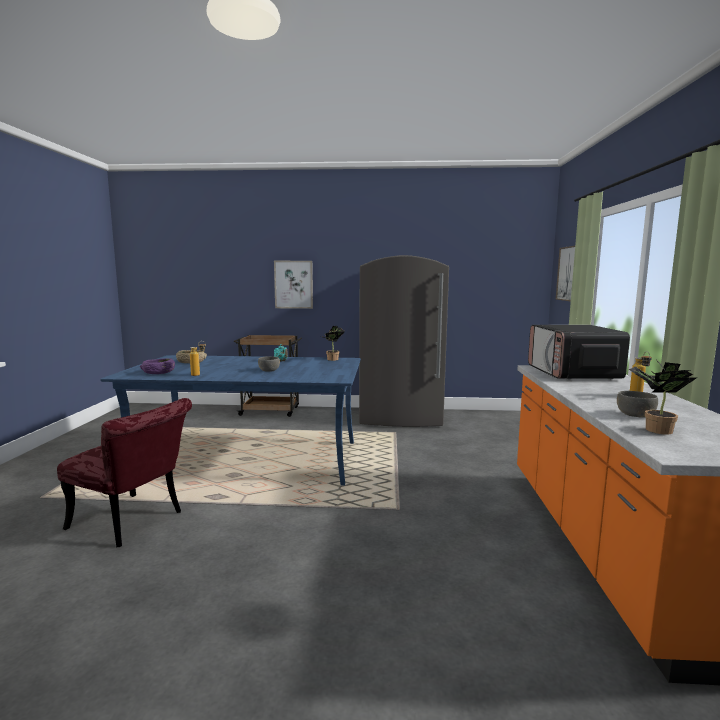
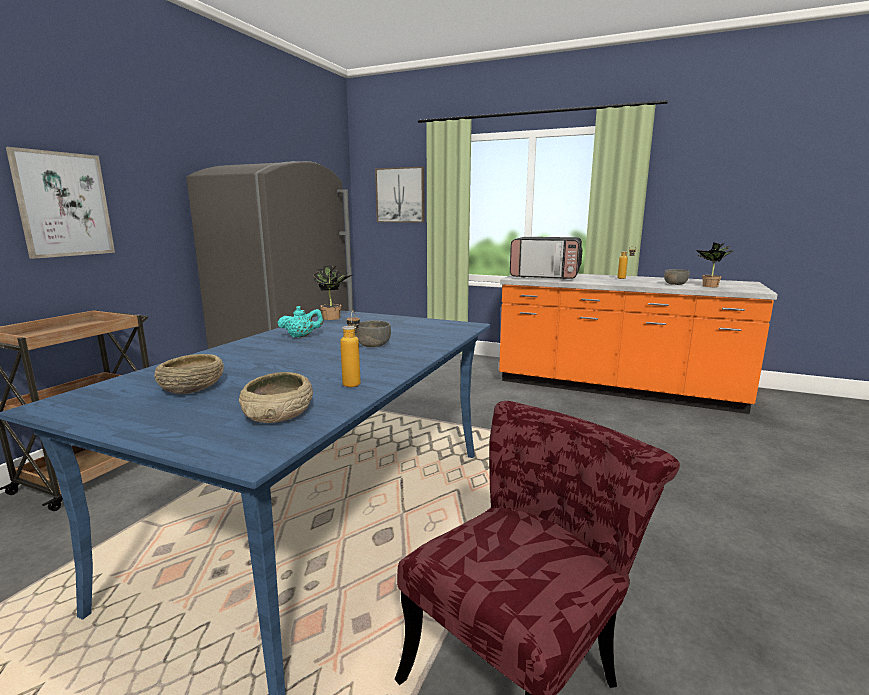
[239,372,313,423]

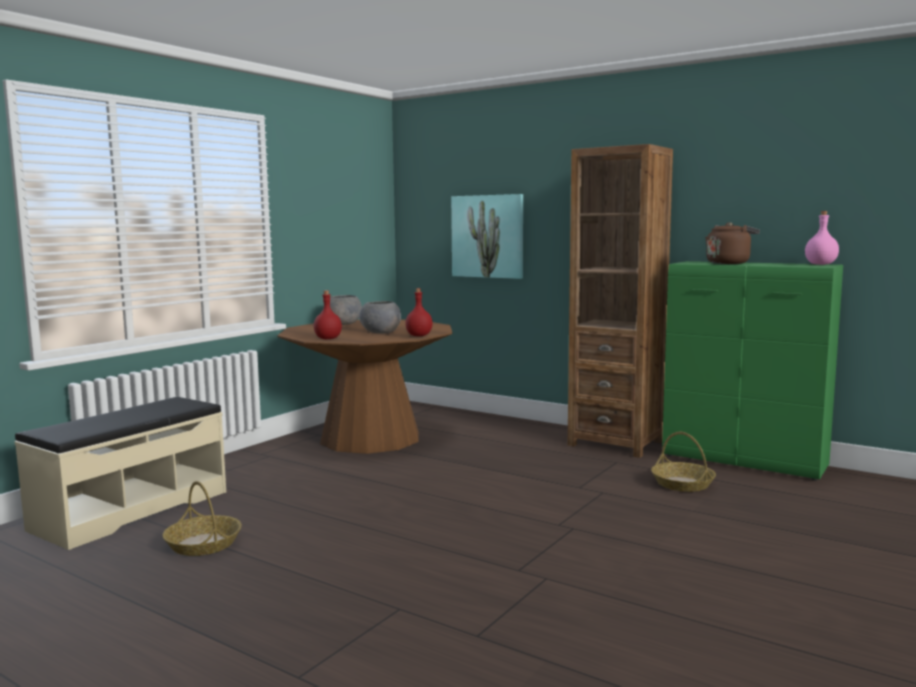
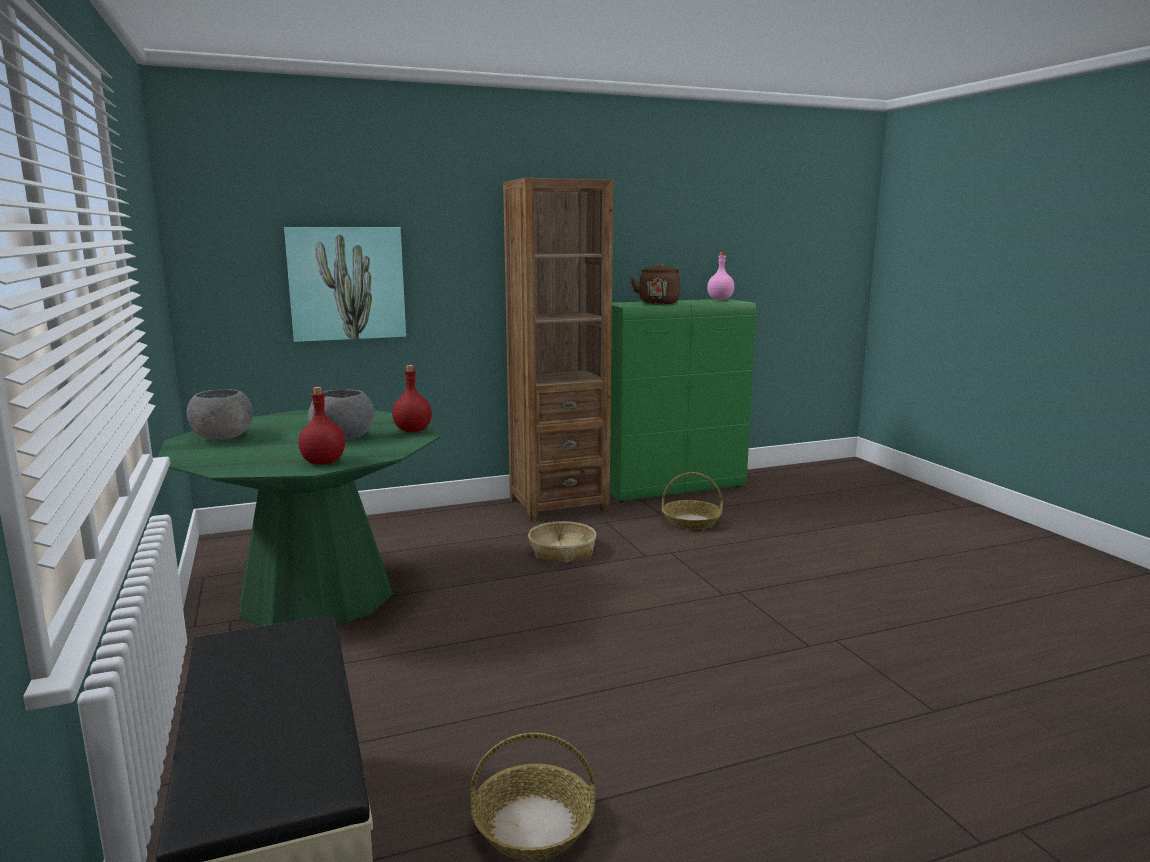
[158,410,440,627]
[528,521,597,563]

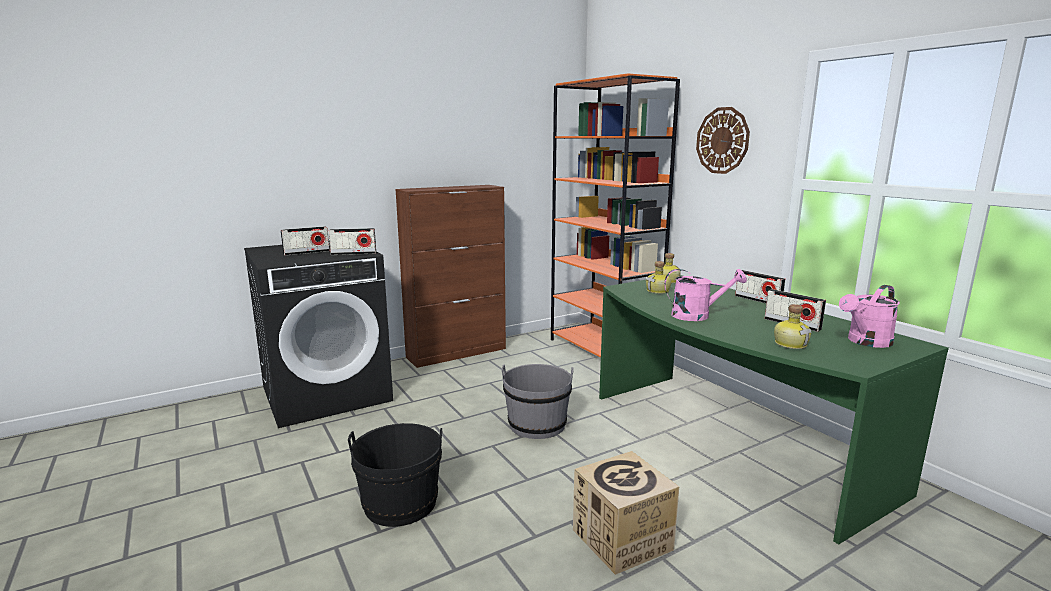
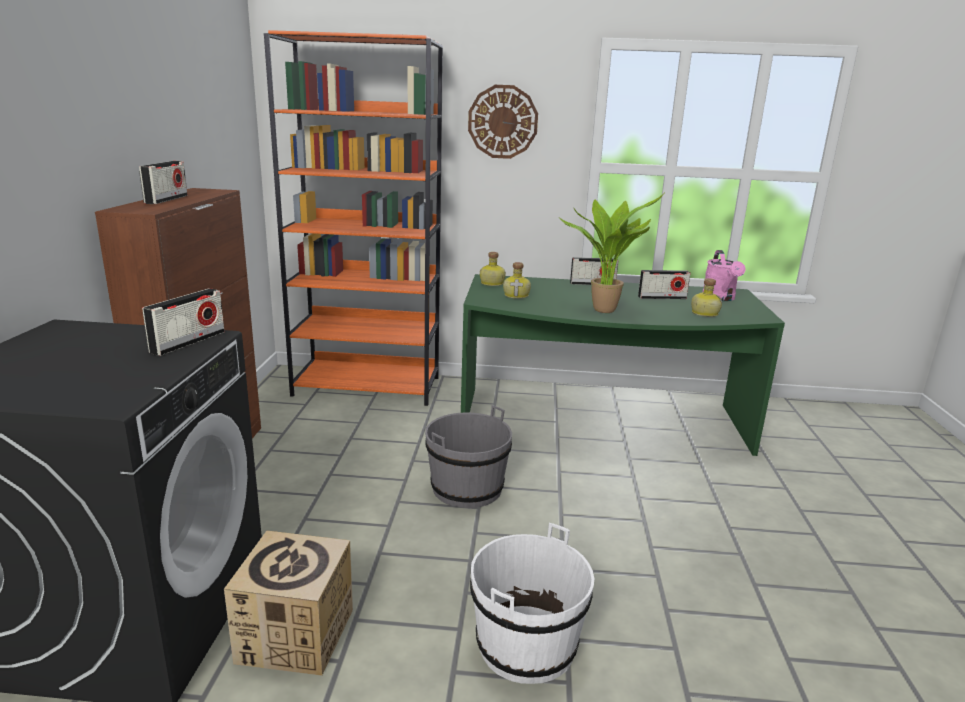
[139,161,187,204]
[470,523,595,684]
[224,531,353,676]
[559,192,665,313]

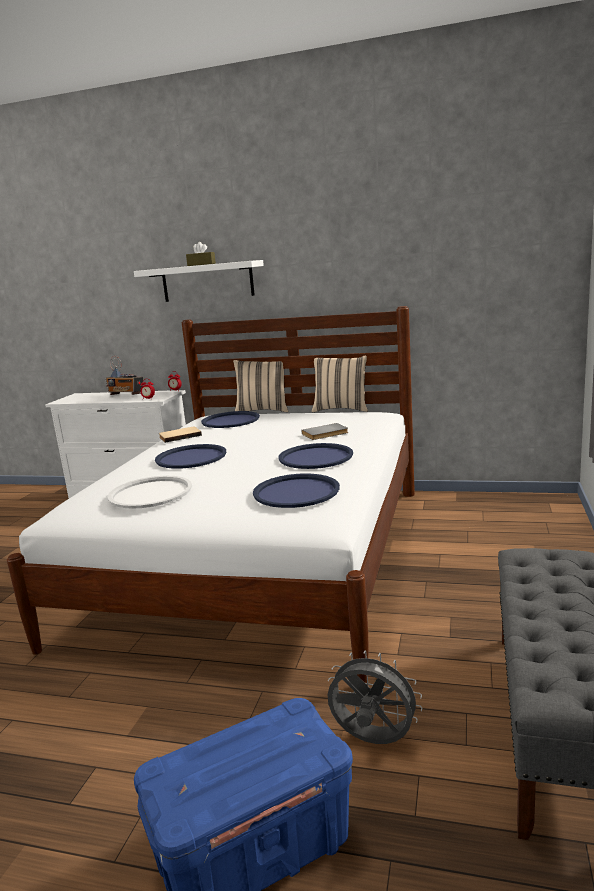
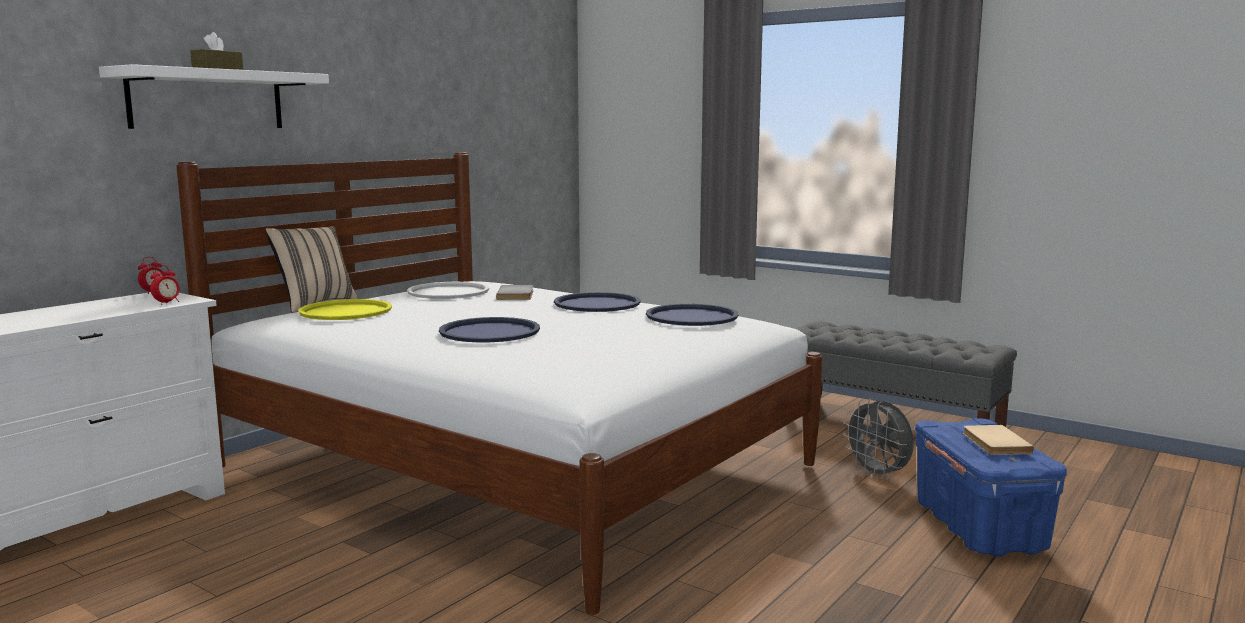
[105,356,143,395] (first image)
[407,282,489,299]
[963,425,1034,455]
[298,299,392,320]
[312,355,368,412] (first image)
[843,398,914,479]

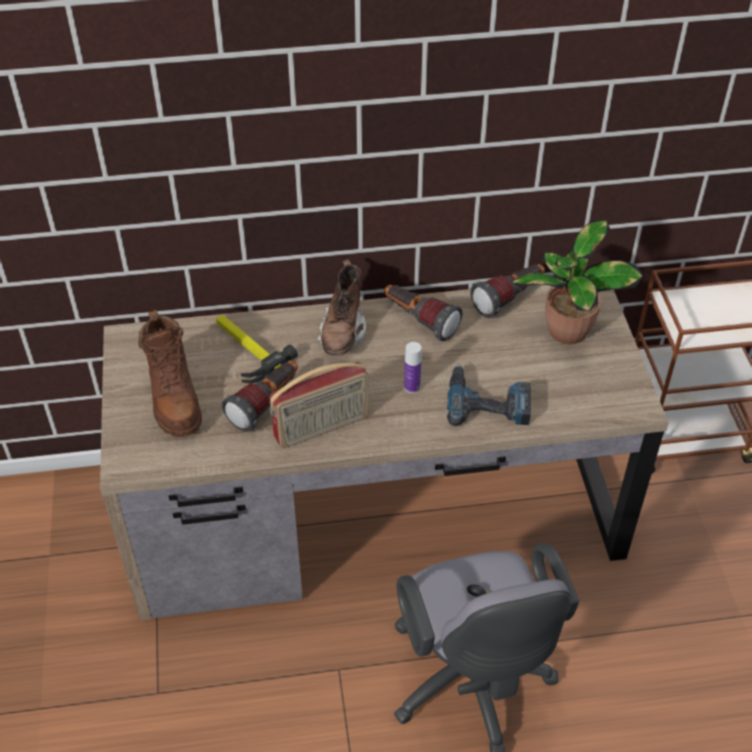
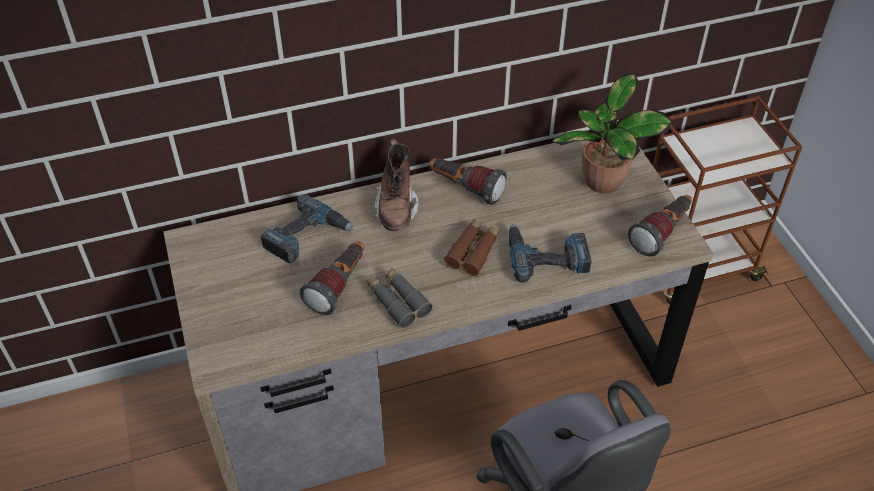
[138,310,202,437] (first image)
[261,194,354,264]
[367,267,432,328]
[444,219,500,276]
[628,195,692,257]

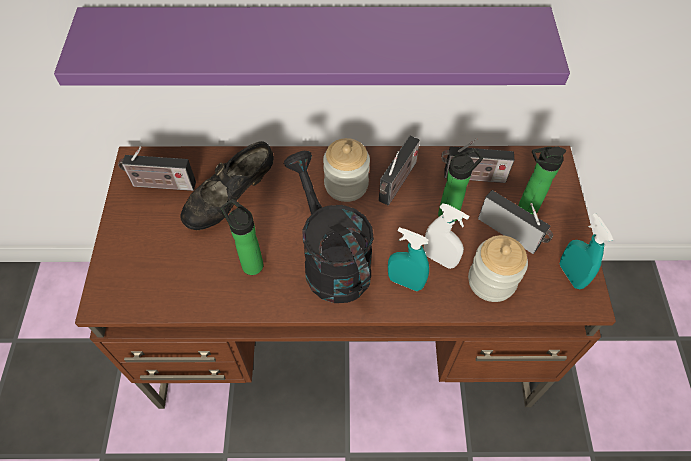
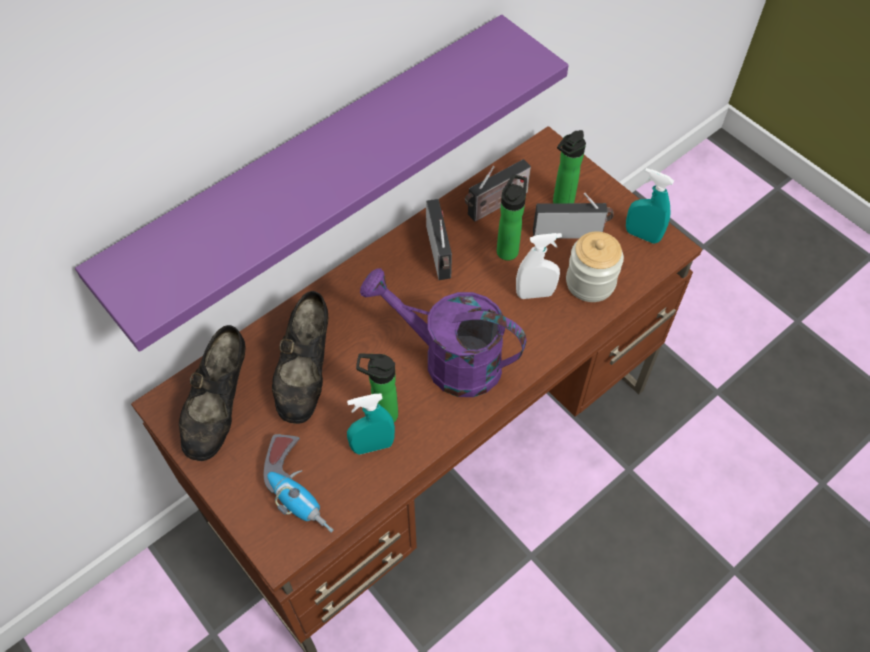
[179,325,246,461]
[360,268,526,397]
[323,138,370,202] (first image)
[347,394,395,454]
[264,434,334,532]

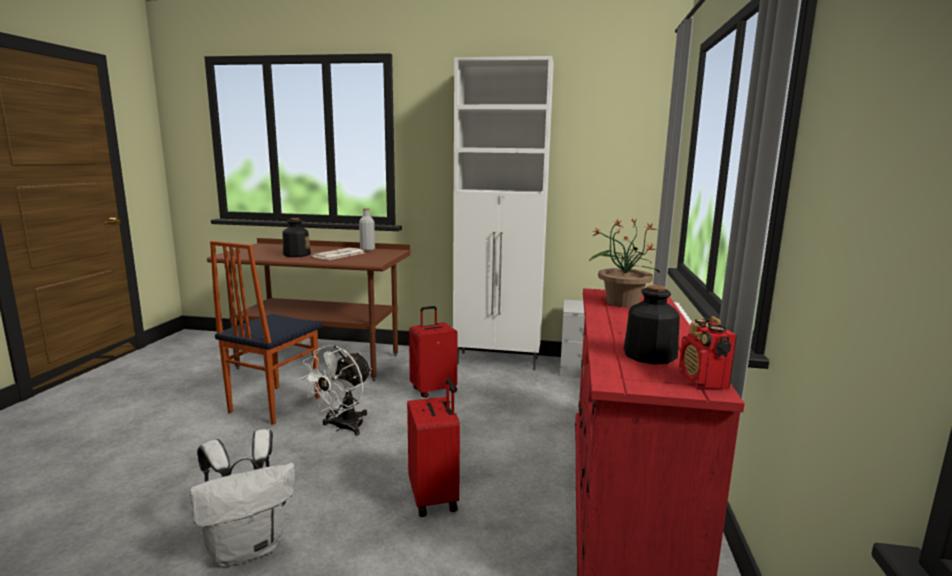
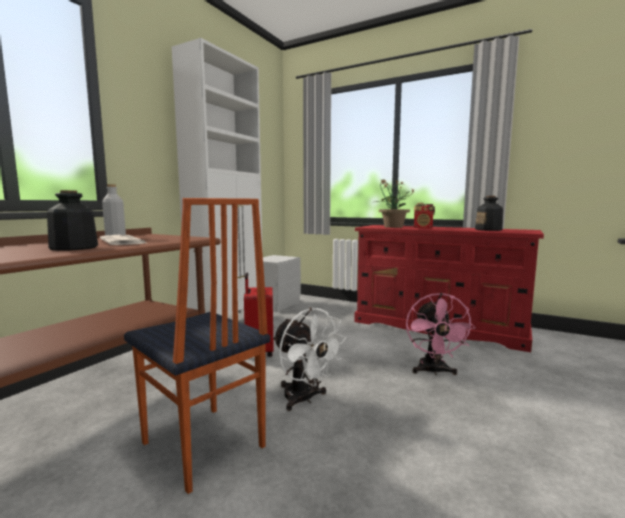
[190,429,295,567] (first image)
[406,293,476,375]
[414,203,435,229]

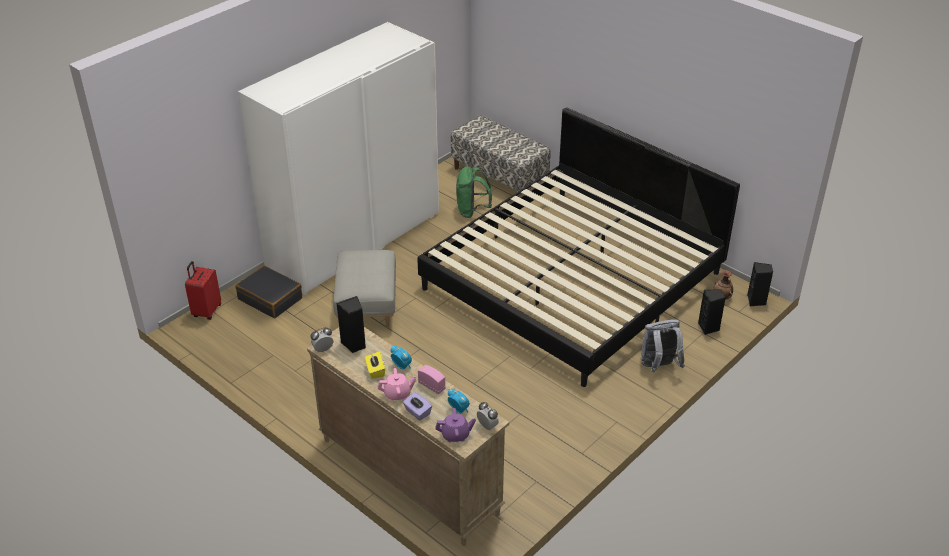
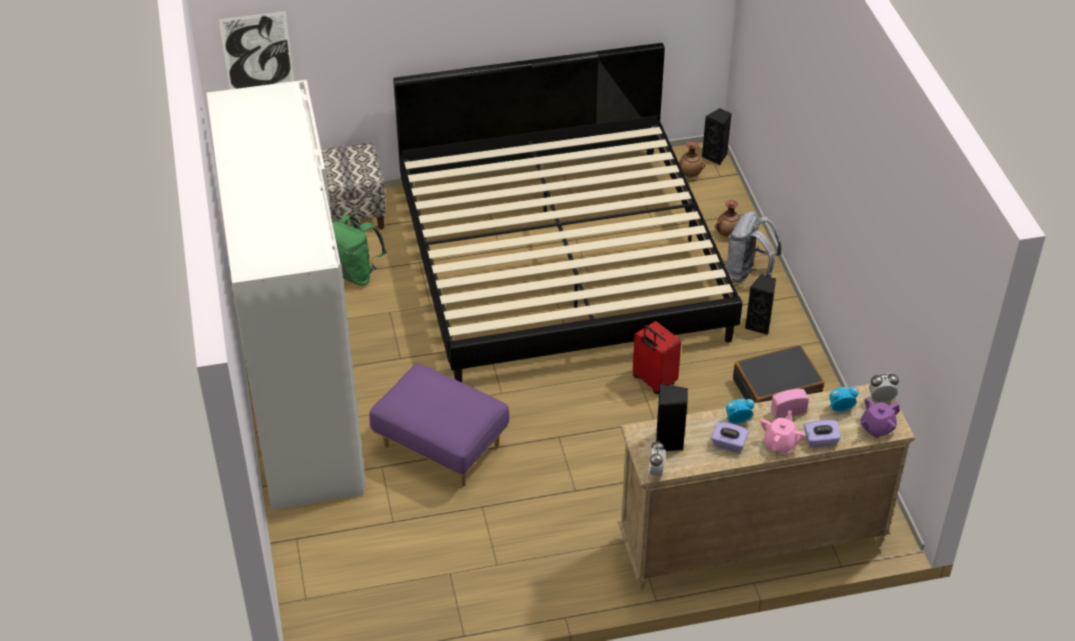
[633,321,681,394]
[733,345,824,403]
[369,363,510,486]
[711,422,749,453]
[861,398,900,438]
[745,275,776,335]
[219,11,294,90]
[715,200,740,237]

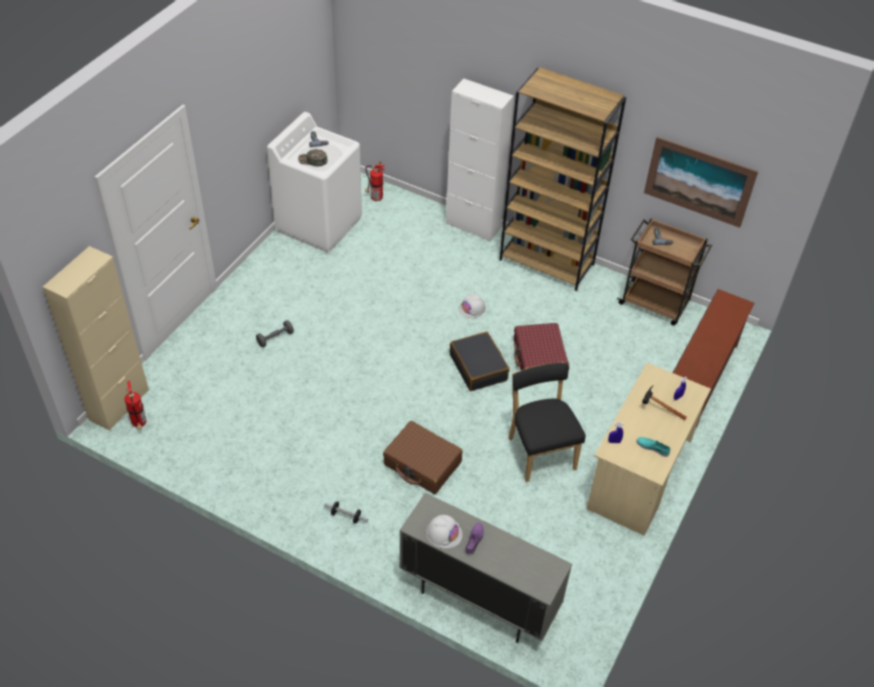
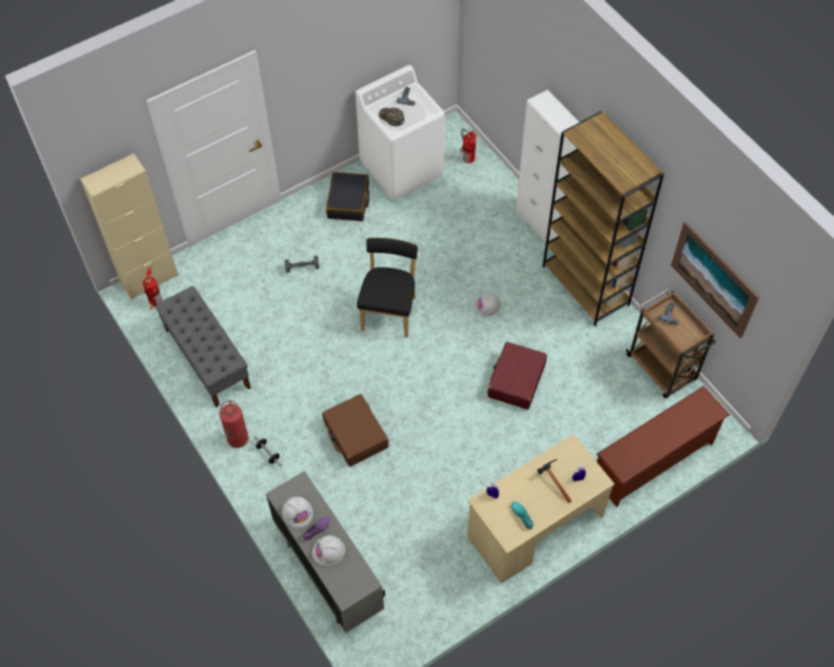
[326,172,369,221]
[357,237,418,338]
[155,286,251,407]
[220,400,248,448]
[312,535,345,566]

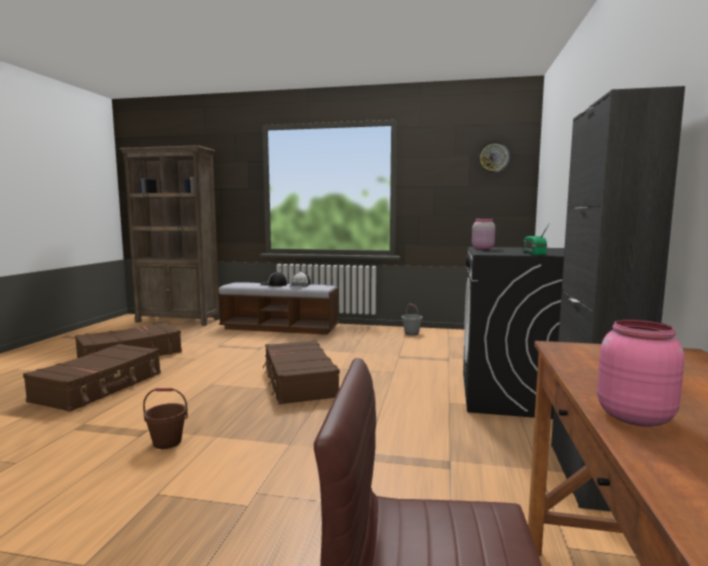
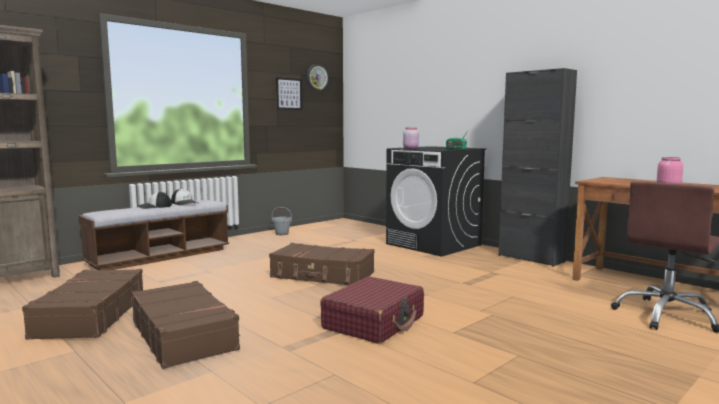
[320,277,424,344]
[276,77,302,110]

